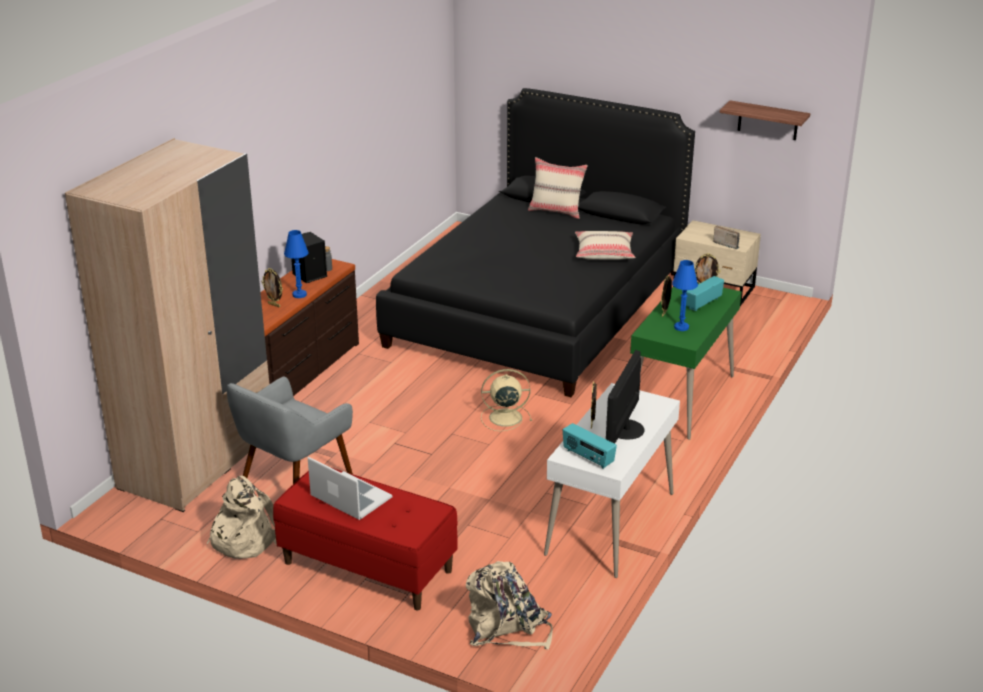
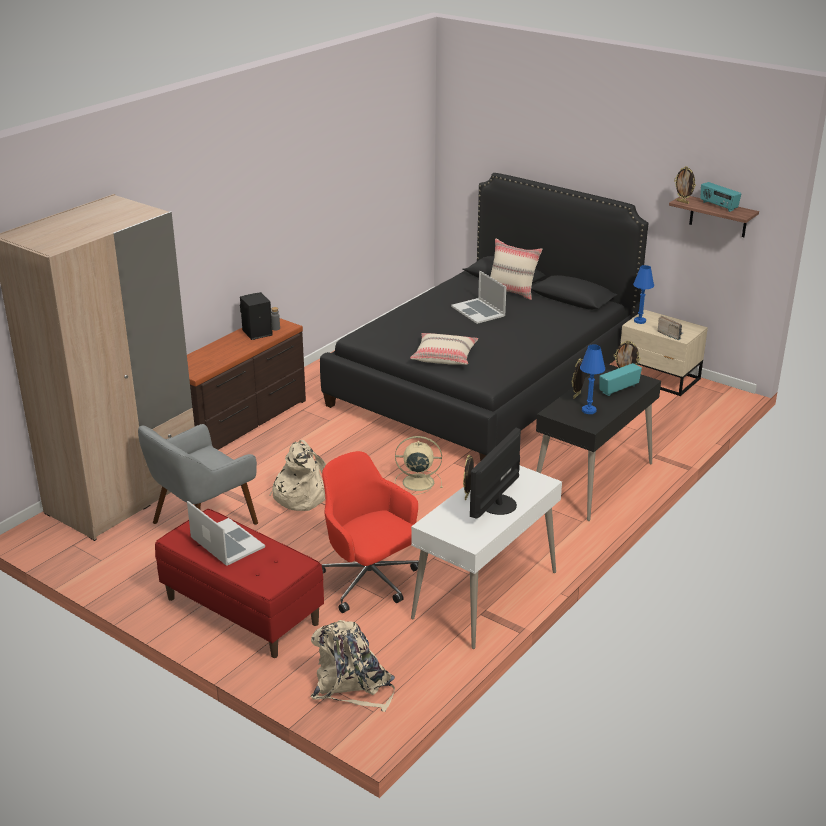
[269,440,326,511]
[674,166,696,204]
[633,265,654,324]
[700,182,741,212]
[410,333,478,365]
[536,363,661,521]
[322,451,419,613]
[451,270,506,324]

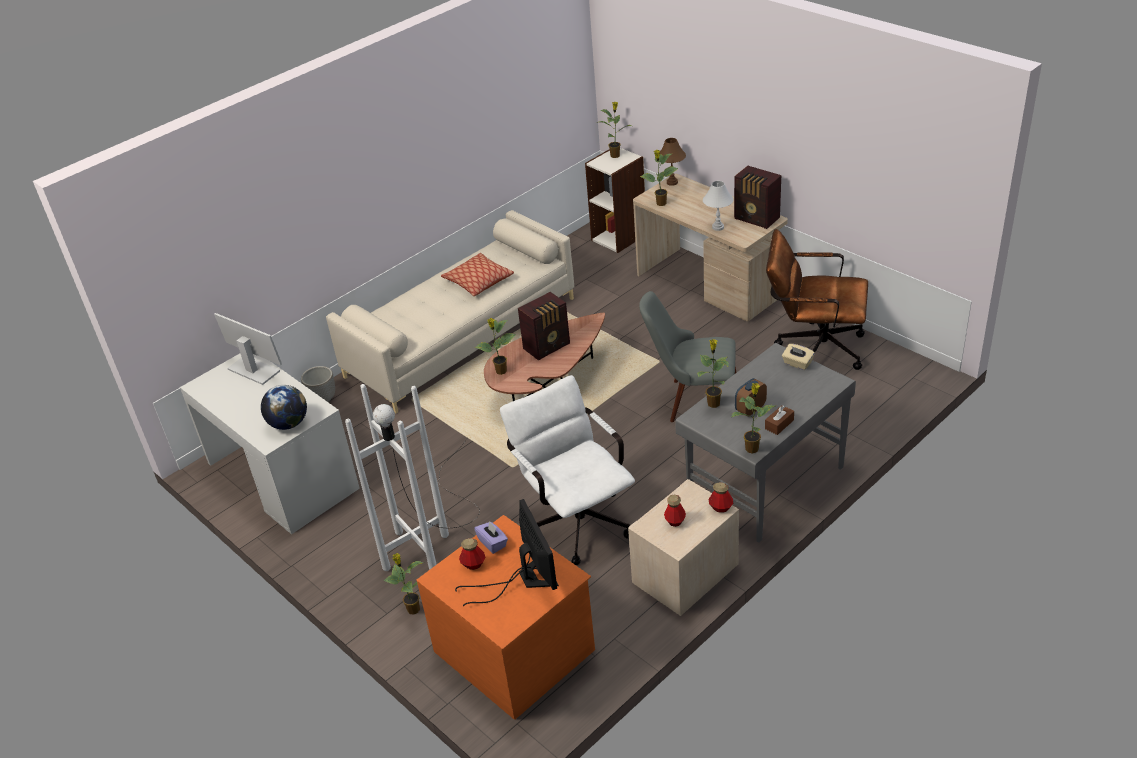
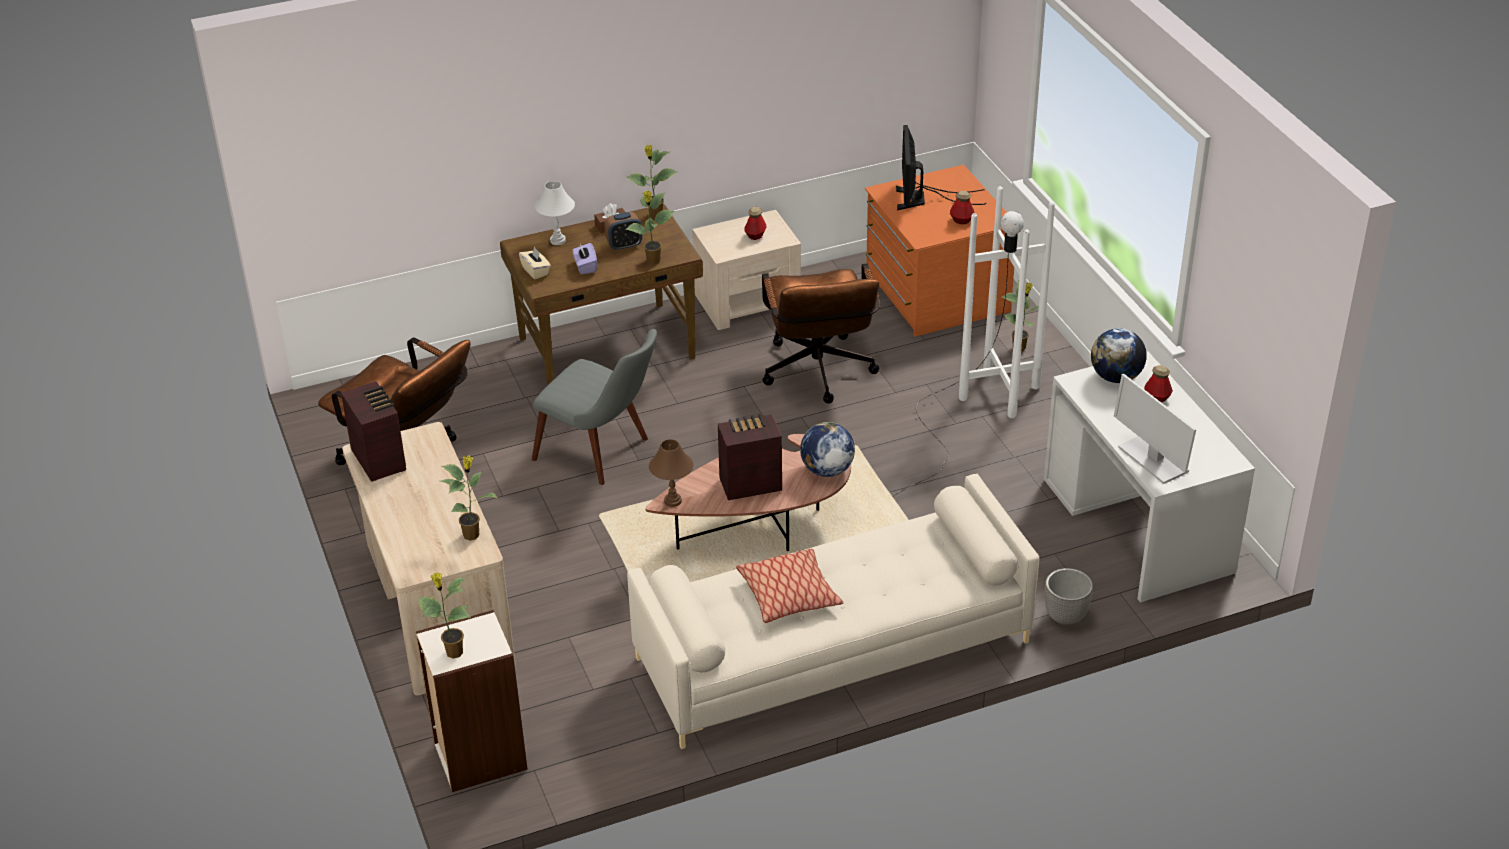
[573,243,597,274]
[800,422,855,477]
[762,264,880,404]
[649,439,693,507]
[500,204,703,386]
[535,181,575,245]
[1144,365,1173,403]

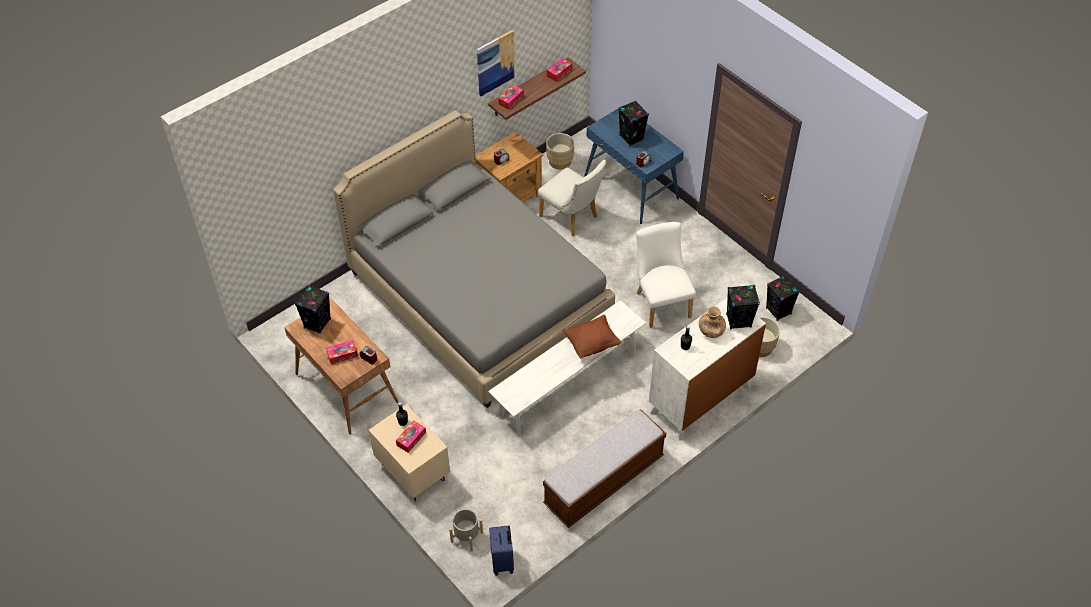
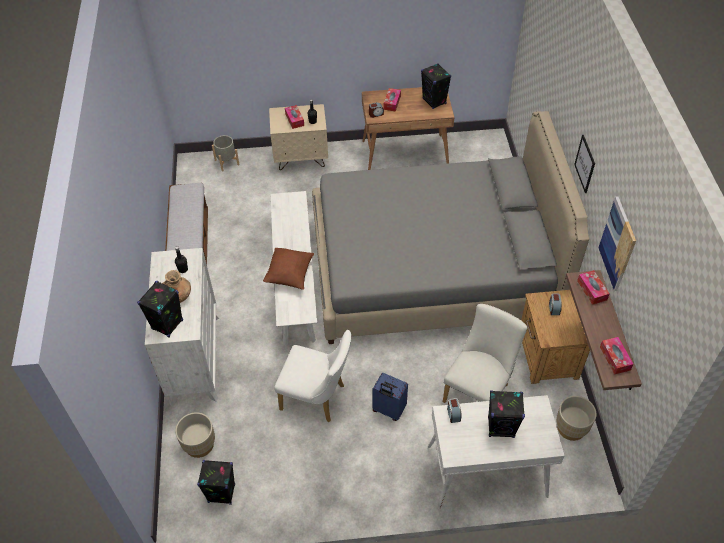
[373,373,408,421]
[443,304,527,403]
[428,395,565,509]
[574,135,595,193]

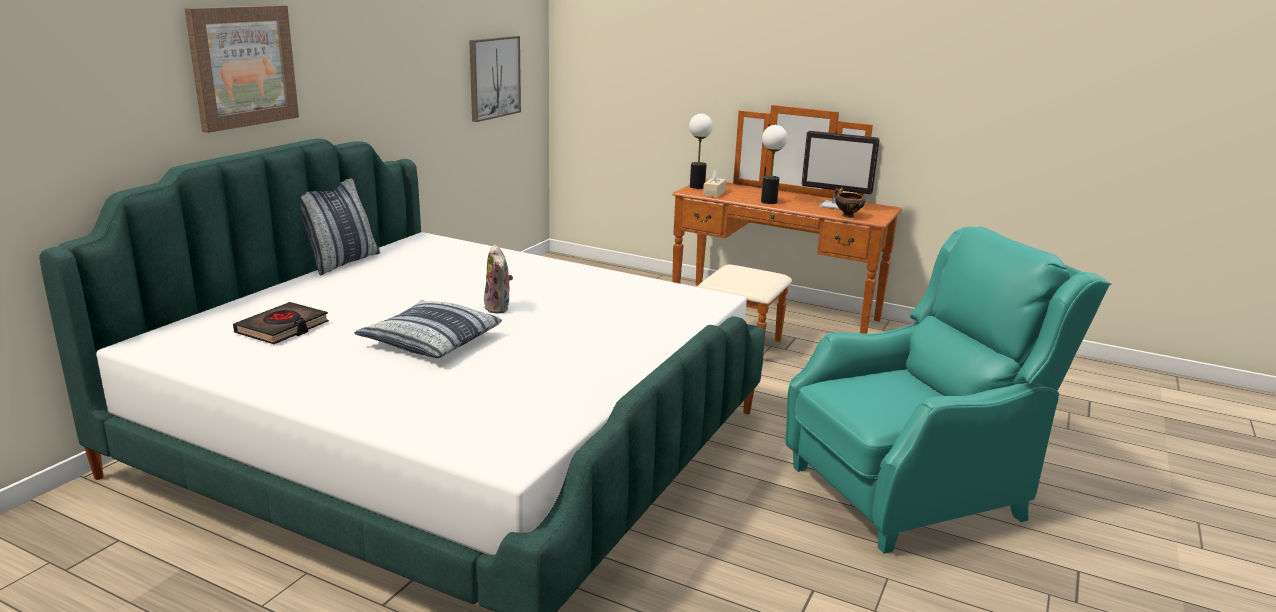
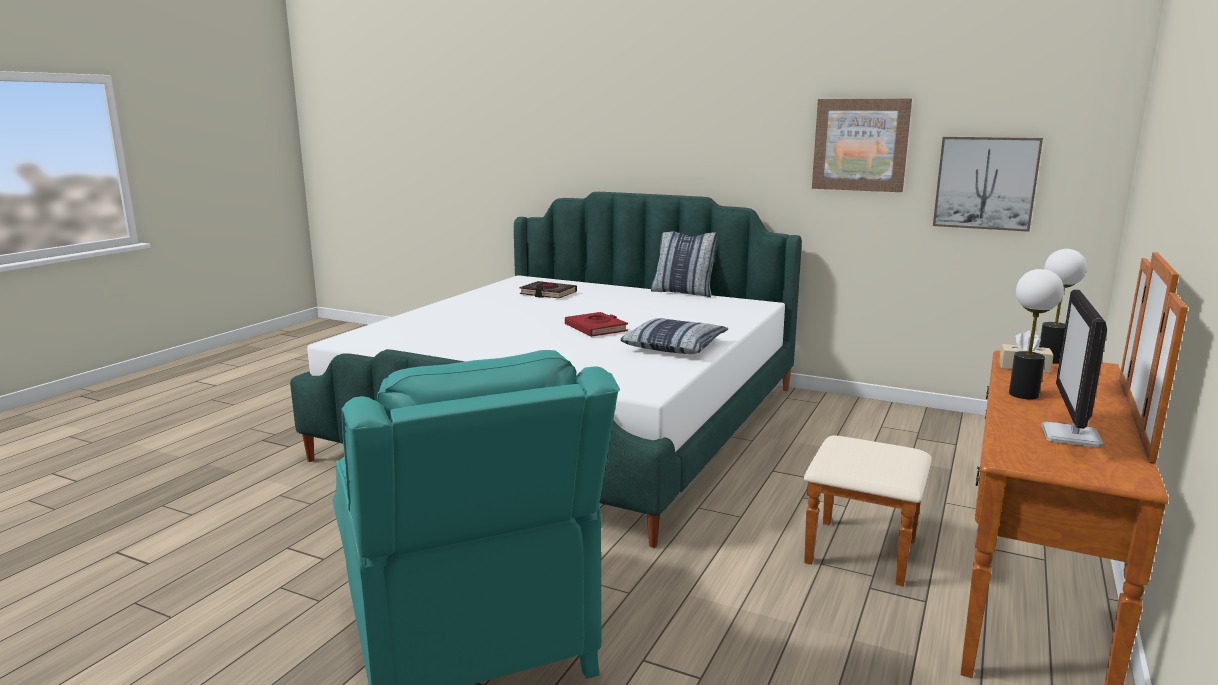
[812,99,912,192]
[620,318,728,354]
[565,312,628,337]
[834,187,865,218] (first image)

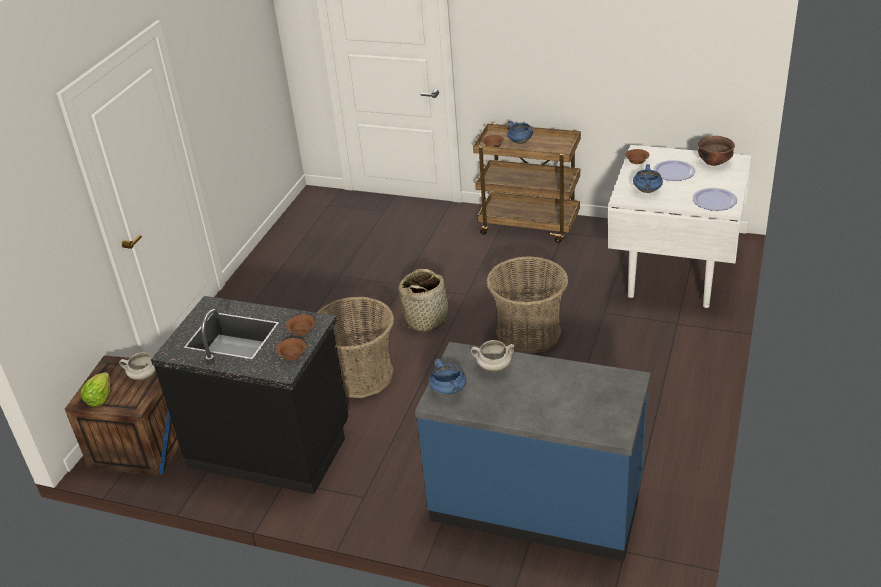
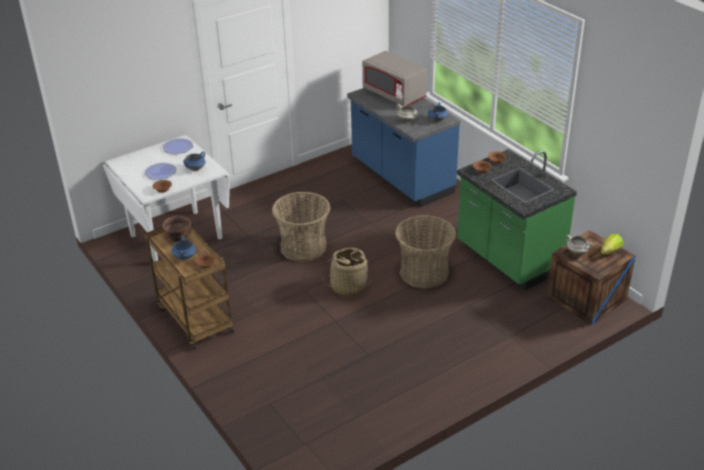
[457,149,577,290]
[162,216,192,242]
[362,51,427,106]

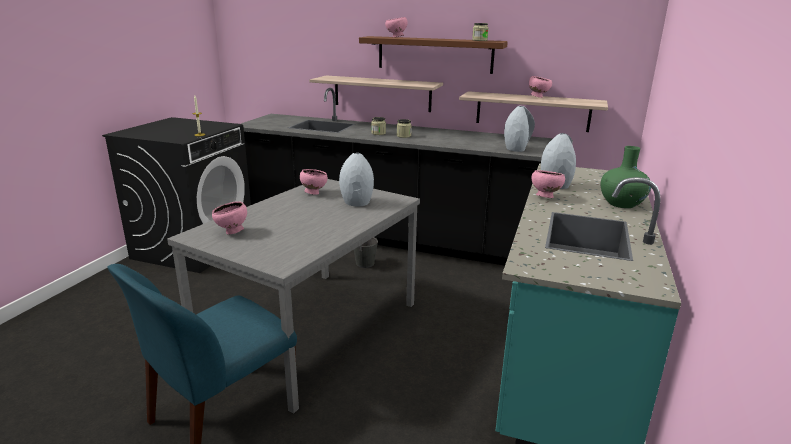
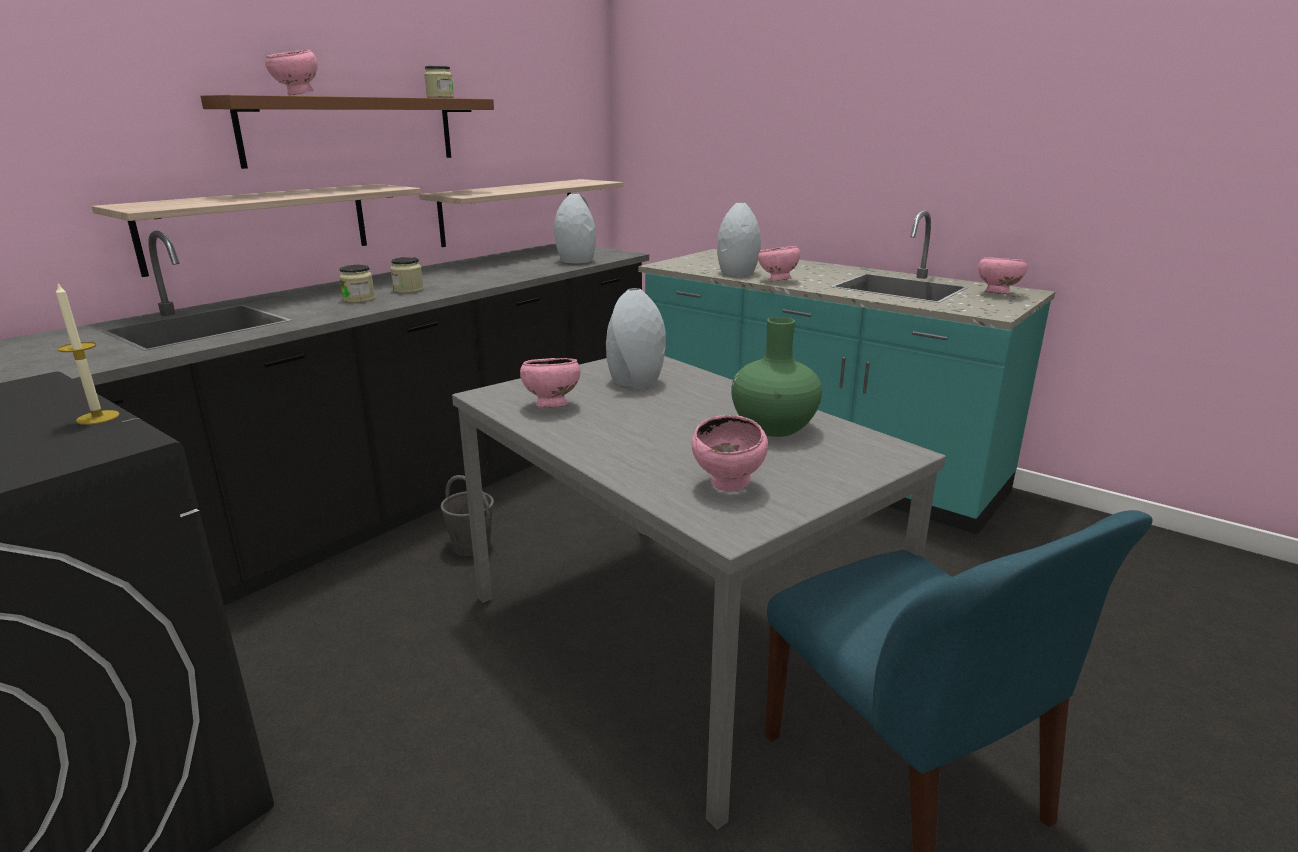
[978,257,1027,294]
[731,317,822,437]

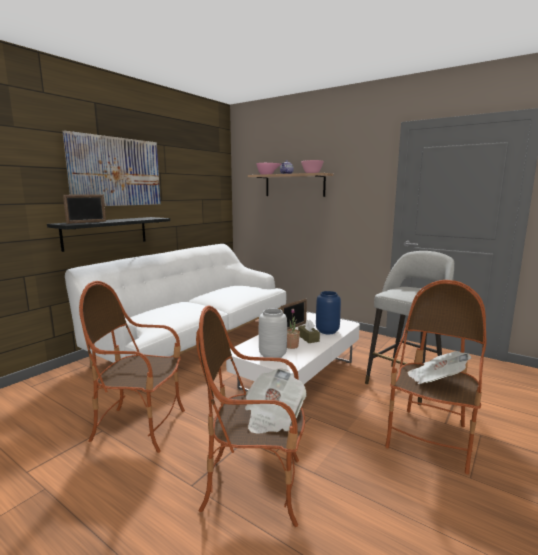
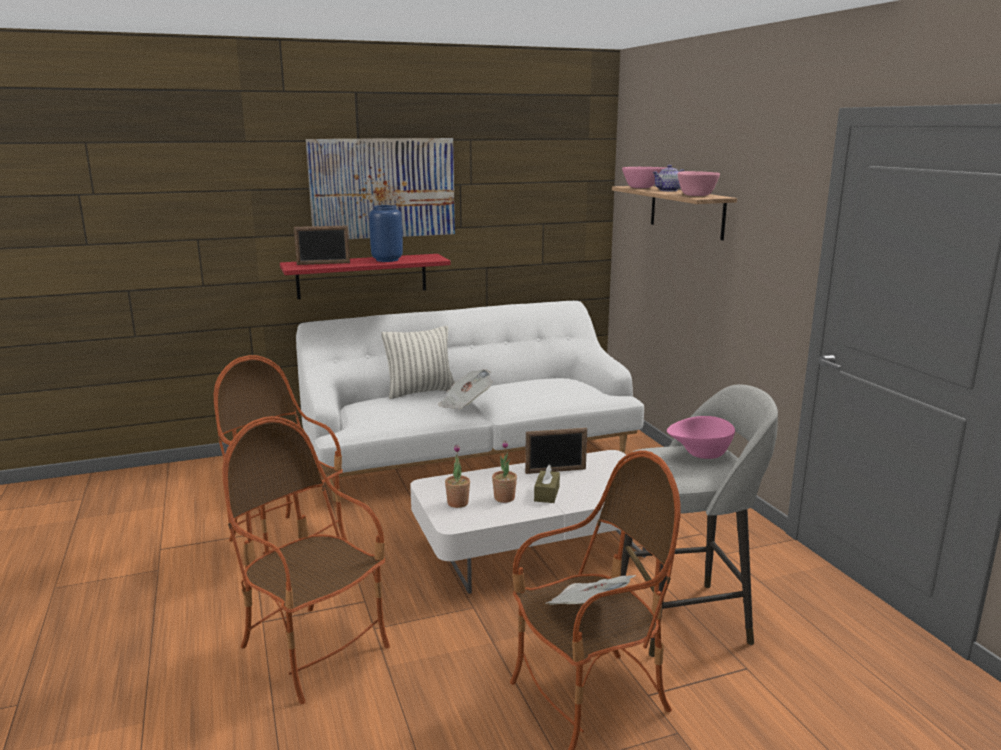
[280,254,451,299]
[438,369,492,409]
[445,444,470,508]
[369,205,403,262]
[381,326,455,399]
[667,416,735,459]

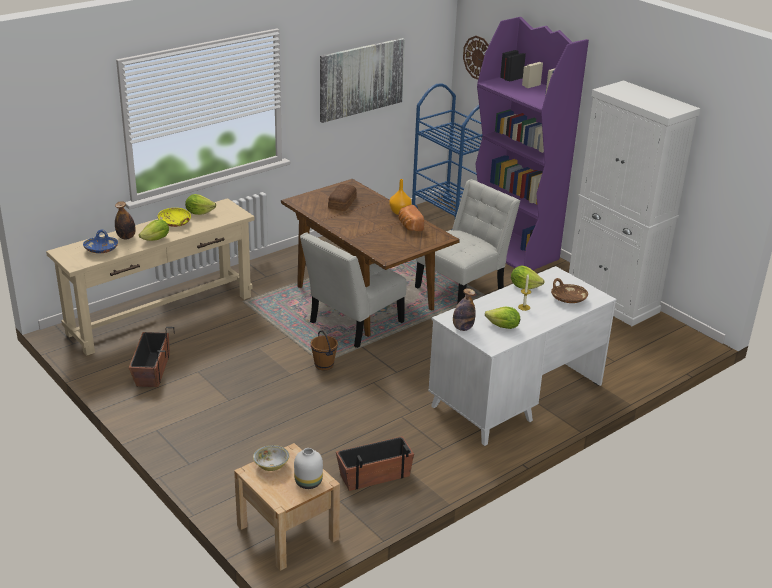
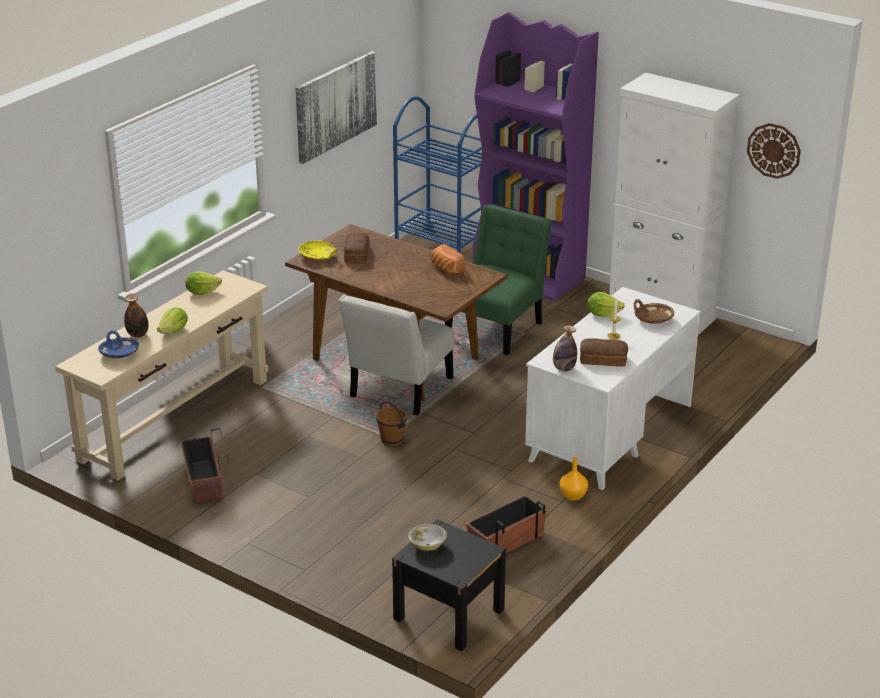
[298,240,337,261]
[392,519,506,651]
[294,448,323,489] (first image)
[559,457,588,501]
[445,204,552,355]
[747,123,801,179]
[580,338,628,367]

